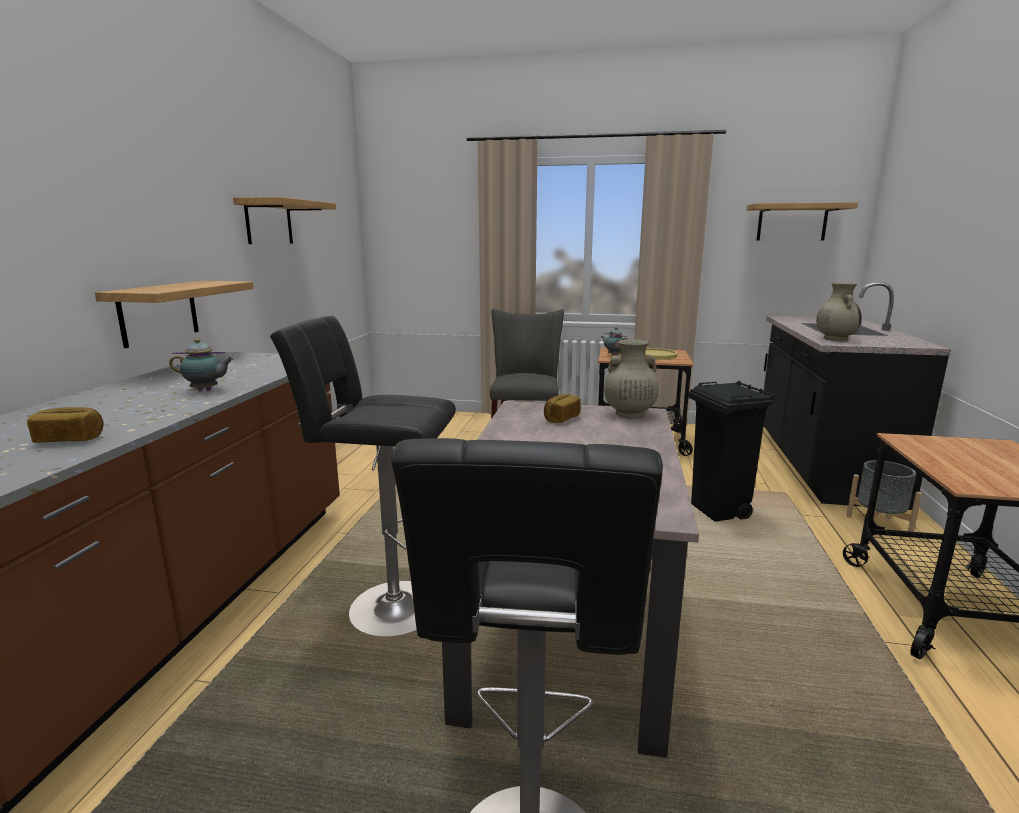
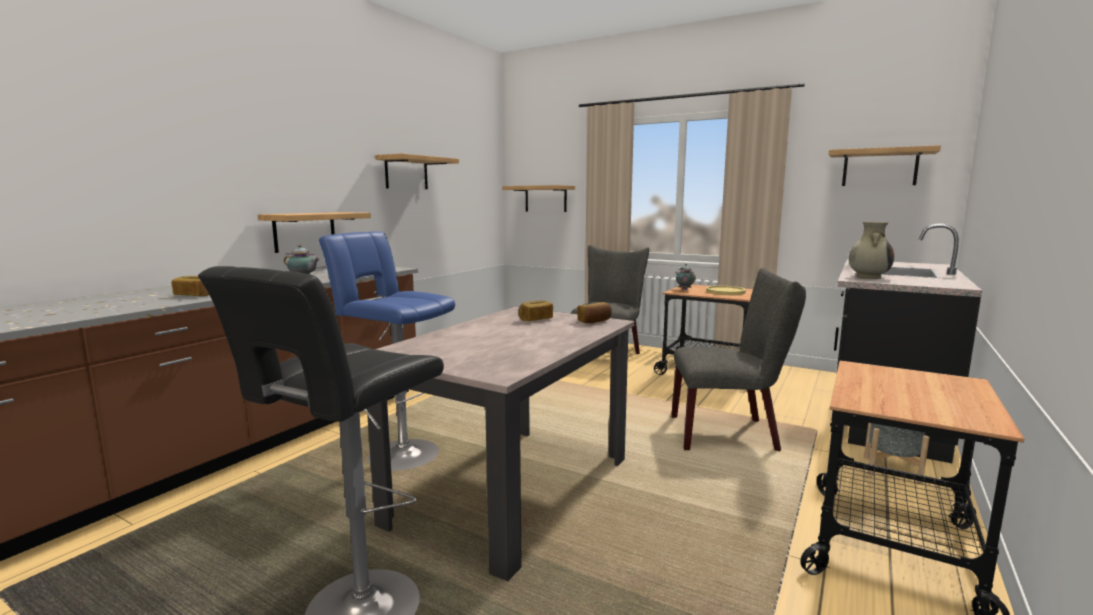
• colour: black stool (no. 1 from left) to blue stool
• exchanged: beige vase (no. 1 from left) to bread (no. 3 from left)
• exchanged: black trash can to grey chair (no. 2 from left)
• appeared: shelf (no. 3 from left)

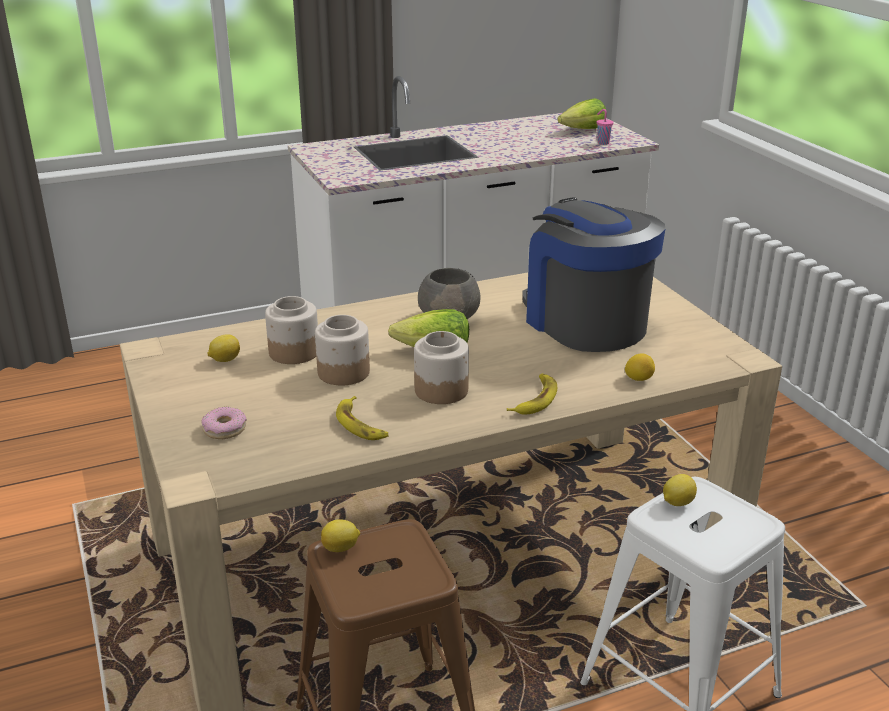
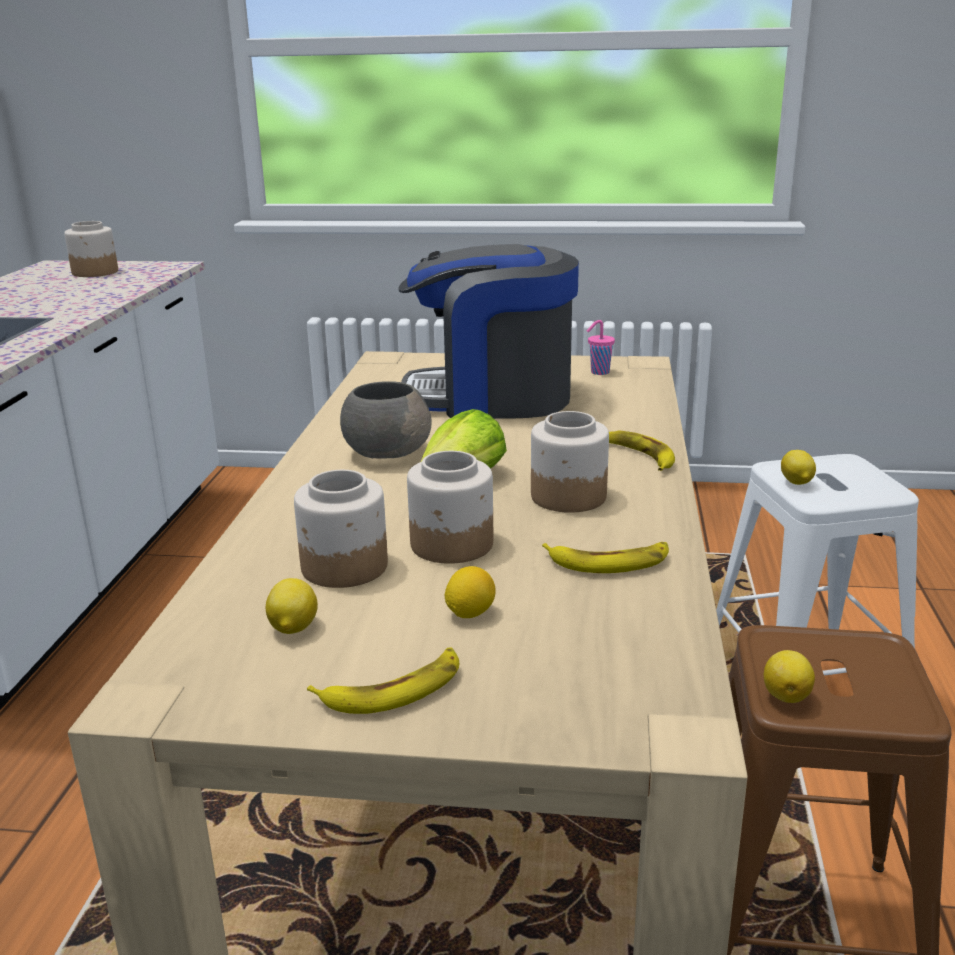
• missing: donut
• exchanged: lettuce (no. 2 from left) to jar (no. 1 from left)
• relocated: pink cup
• relocated: lemon (no. 3 from left in the first image) to lemon (no. 2 from left)
• appeared: banana (no. 1 from left)

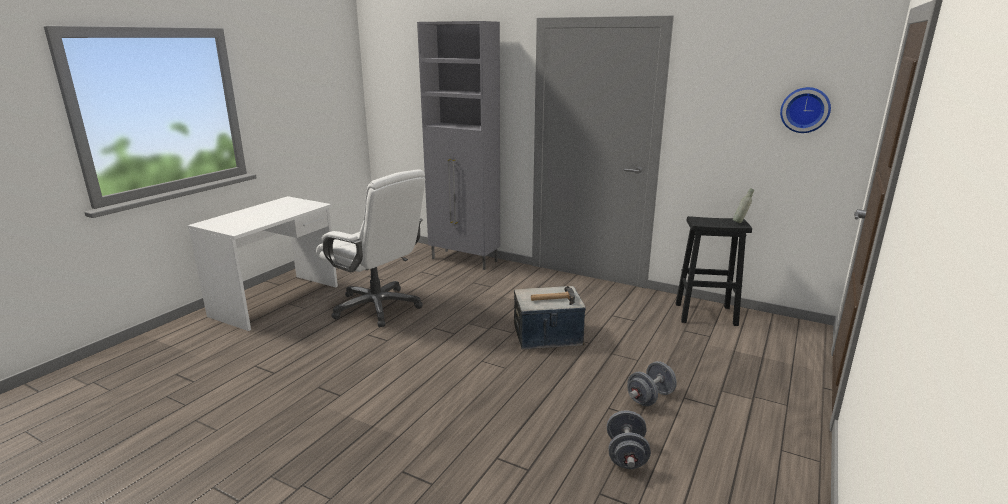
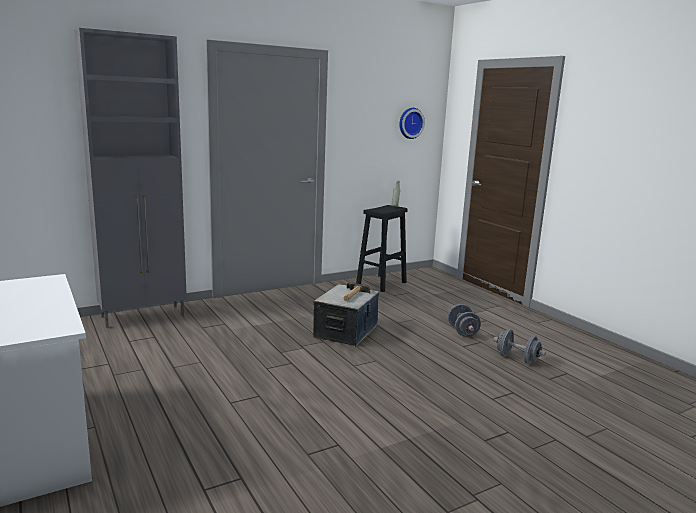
• missing: white office chair

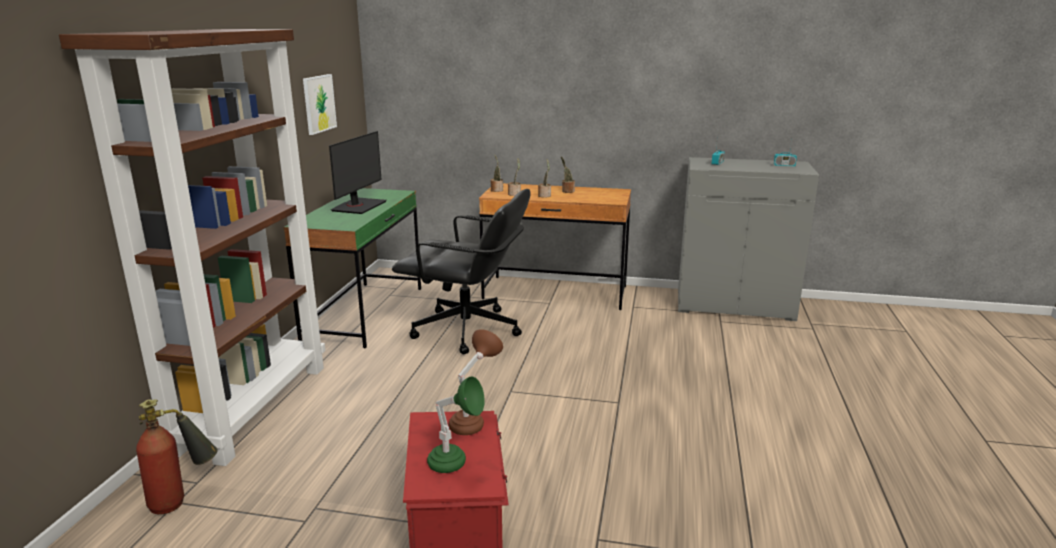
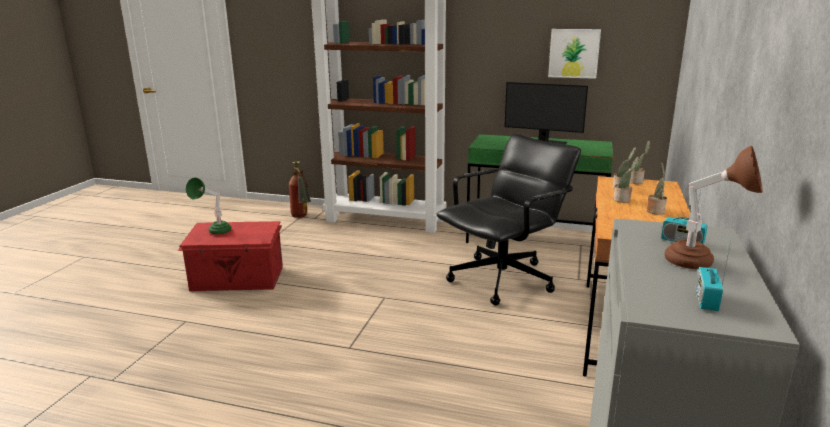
• spun: black office chair 150 degrees counterclockwise
• relocated: brown table lamp

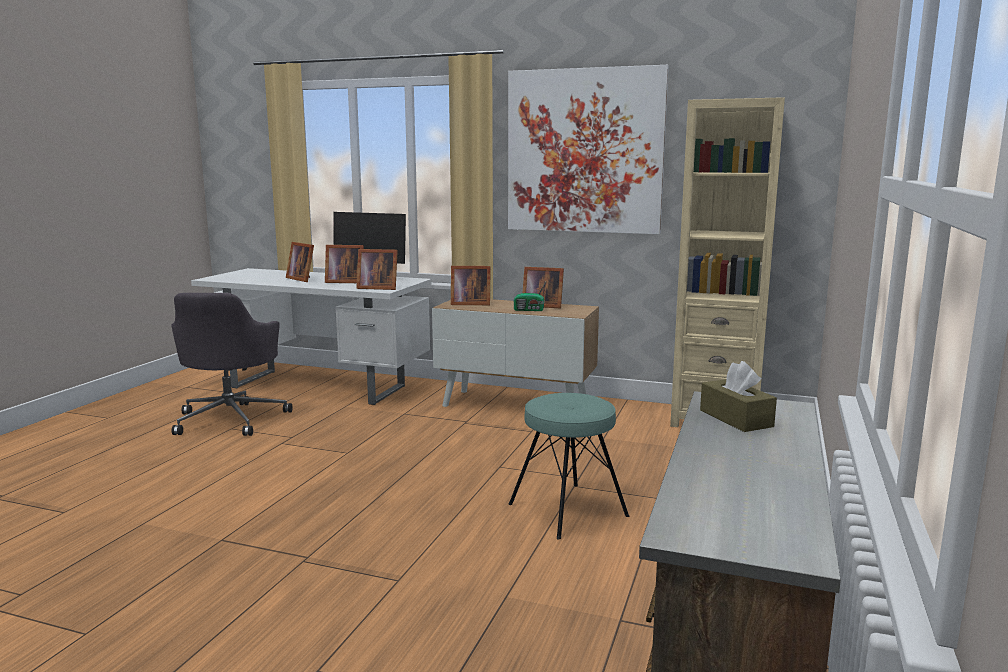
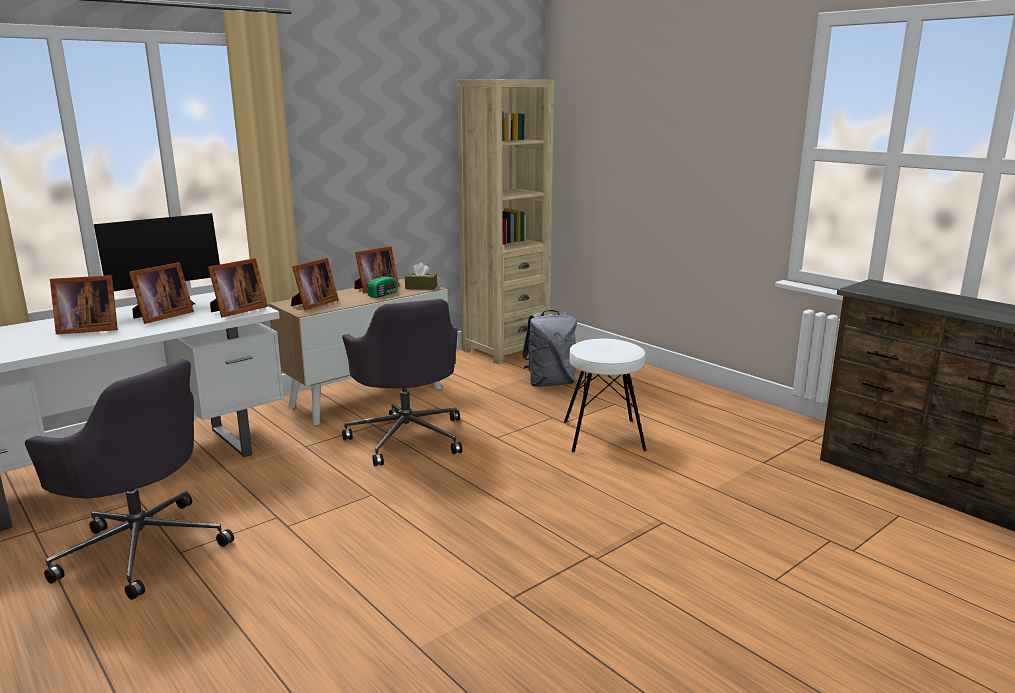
• missing: picture
• colour: turquoise stool to white stool
• relocated: brown tissue box
• appeared: grey office chair (no. 2 from left)
• appeared: grey backpack

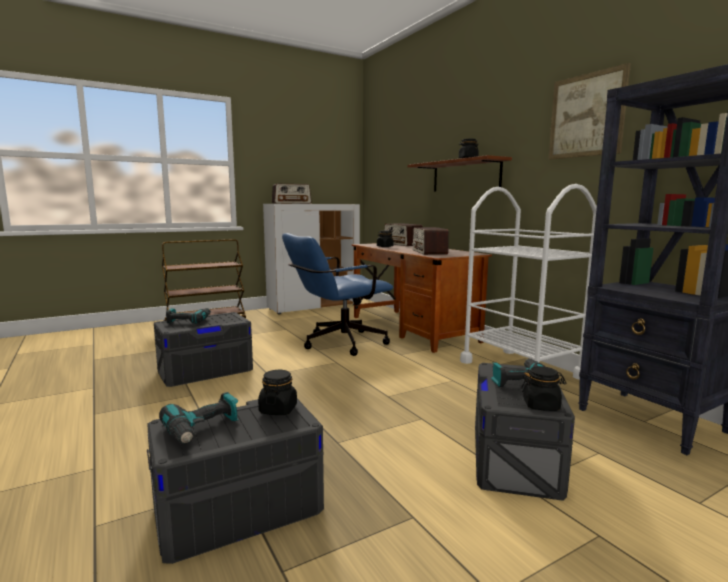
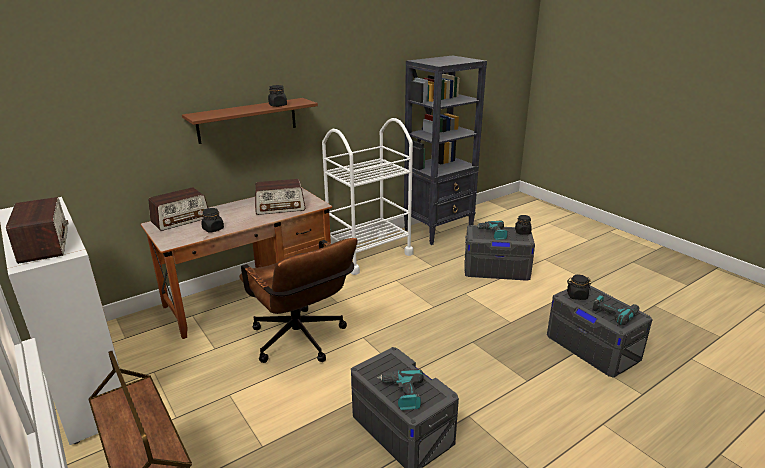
• colour: blue office chair to brown office chair
• missing: picture

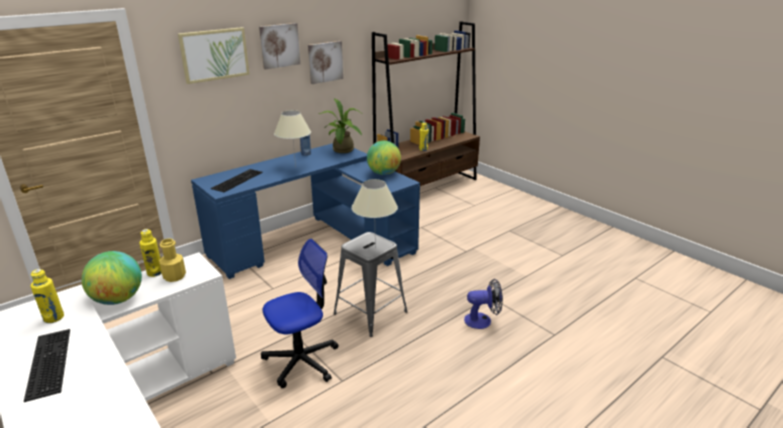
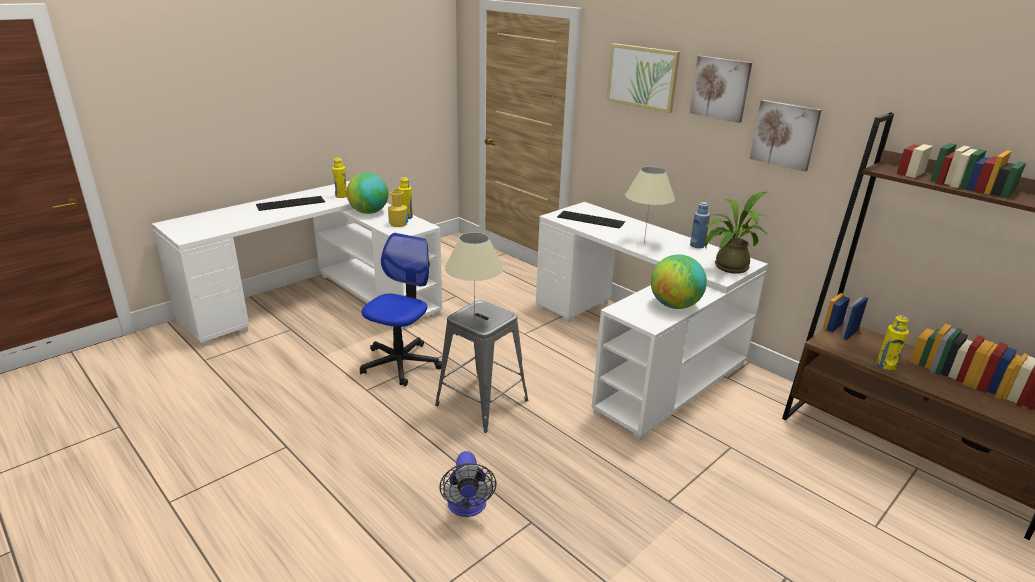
• colour: blue desk to white desk (no. 2 from left)
• spun: office chair 120 degrees counterclockwise

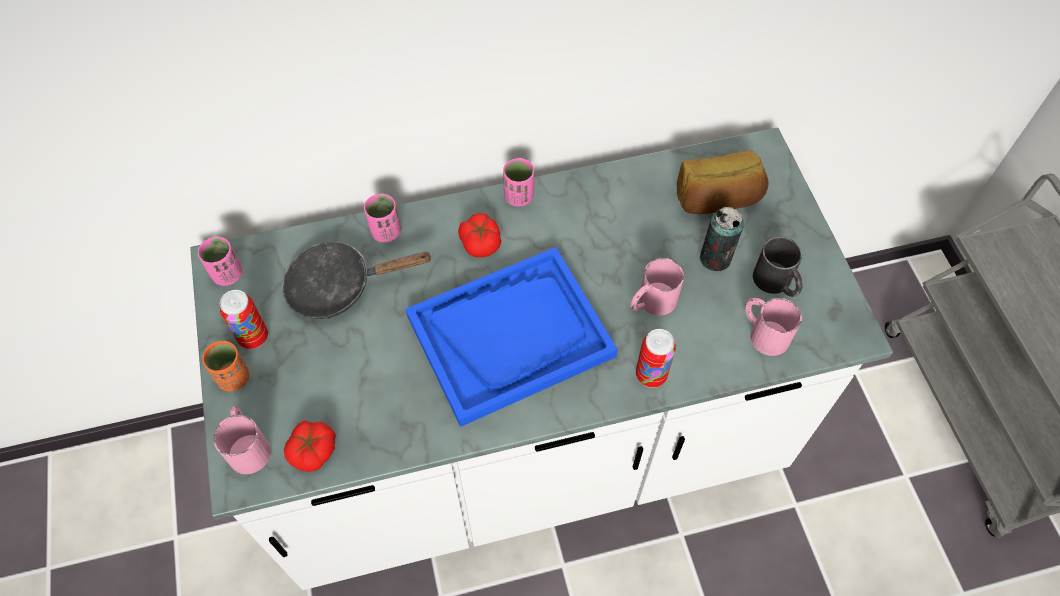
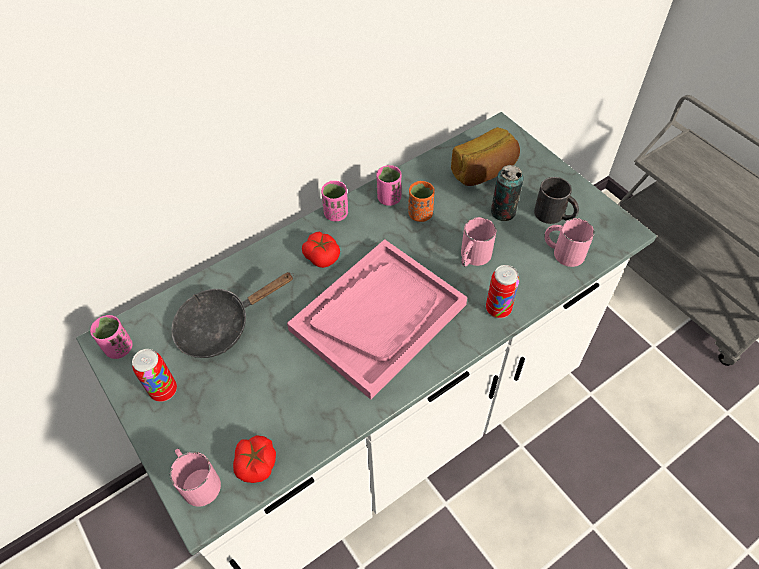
• relocated: orange cup
• relocated: pink cup (no. 2 from left in the first image) to pink cup (no. 3 from left)
• colour: blue tray to pink tray

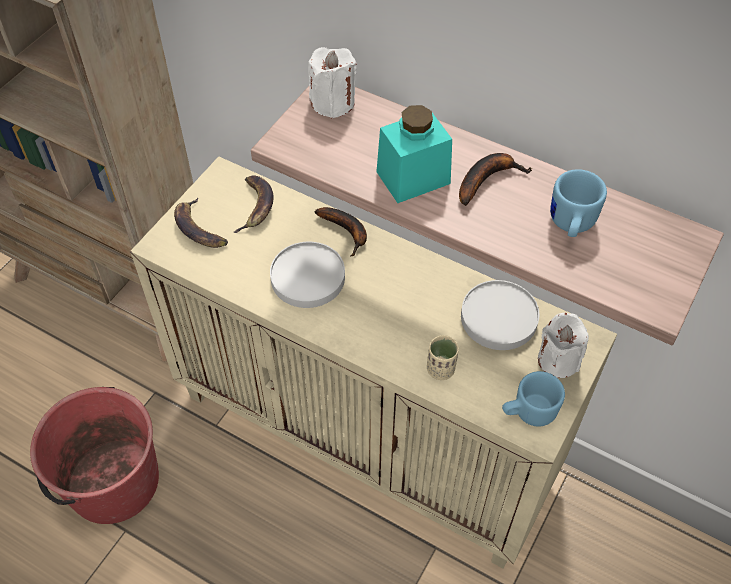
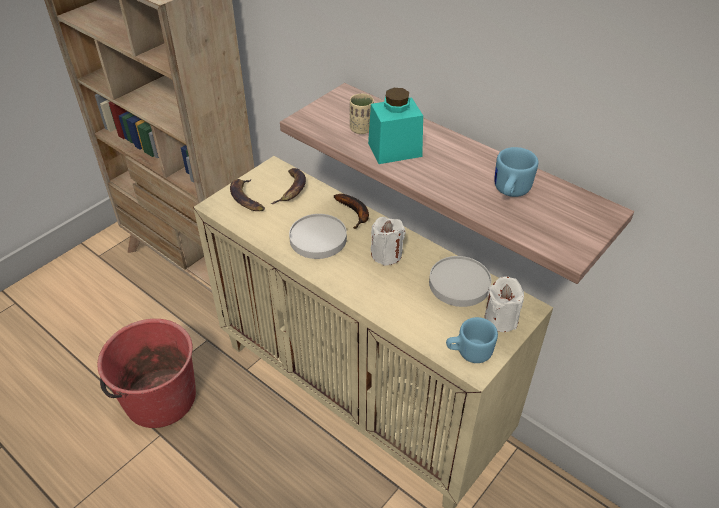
• relocated: white candle (no. 1 from left)
• relocated: beige cup
• missing: banana (no. 4 from left)

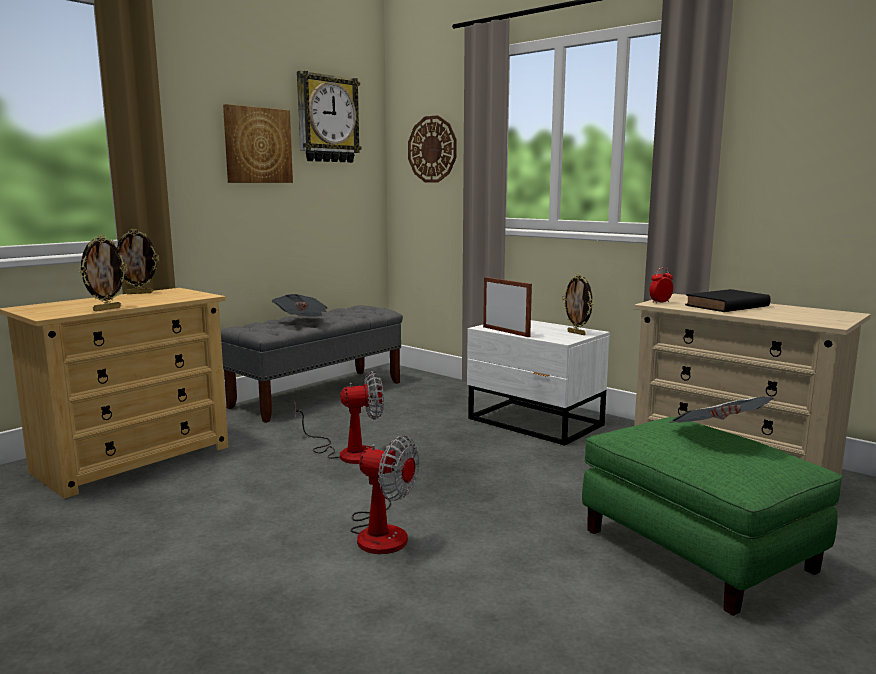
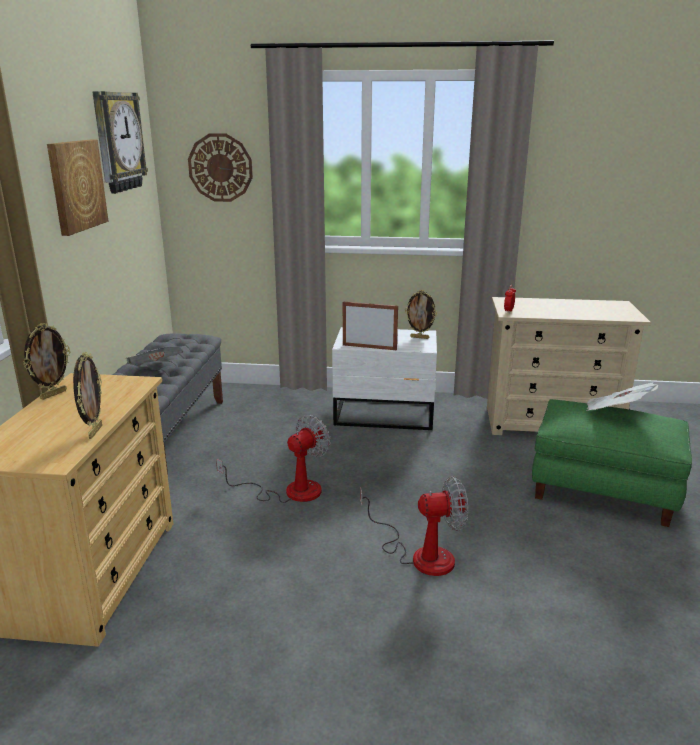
• missing: black book

